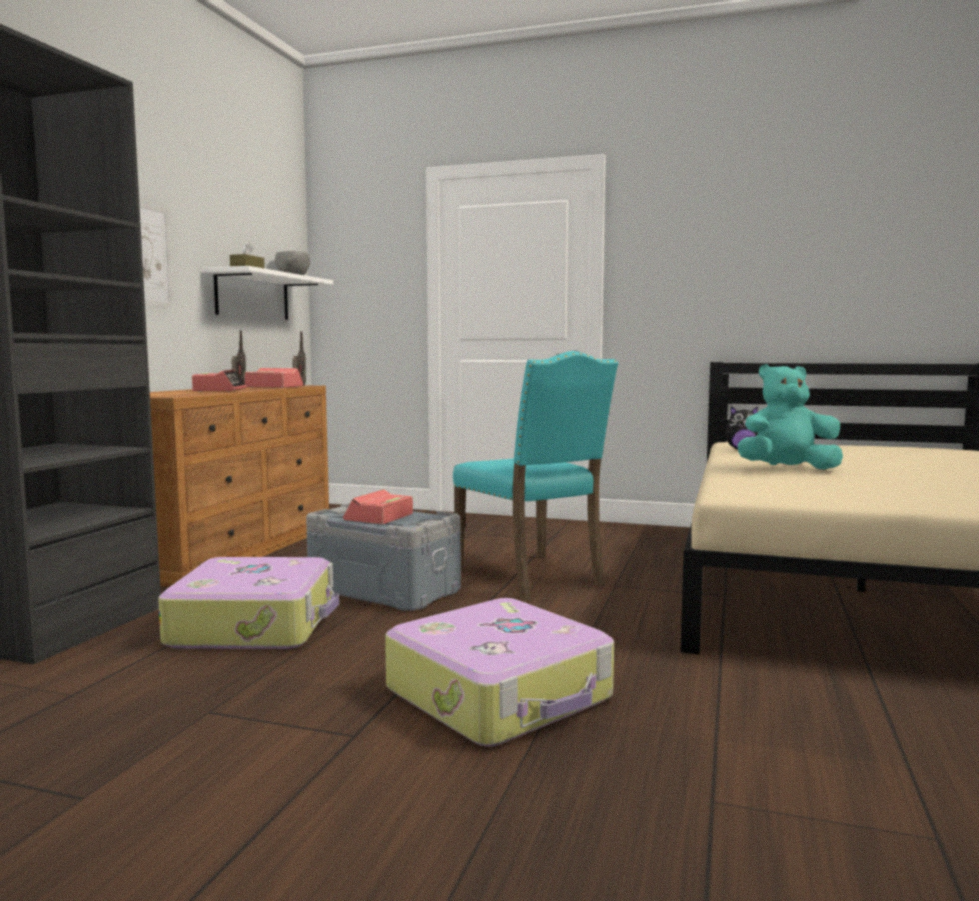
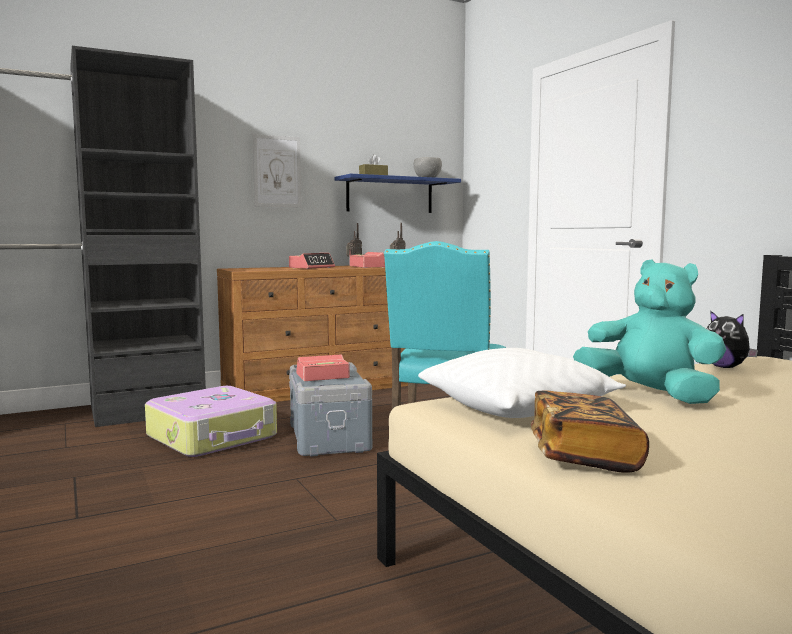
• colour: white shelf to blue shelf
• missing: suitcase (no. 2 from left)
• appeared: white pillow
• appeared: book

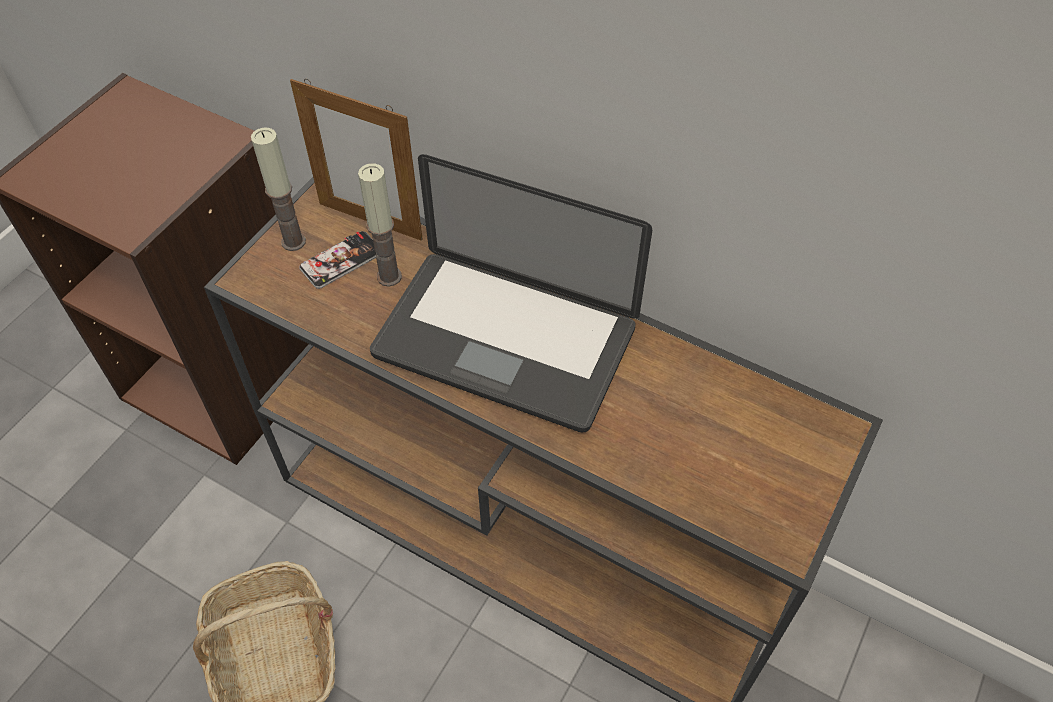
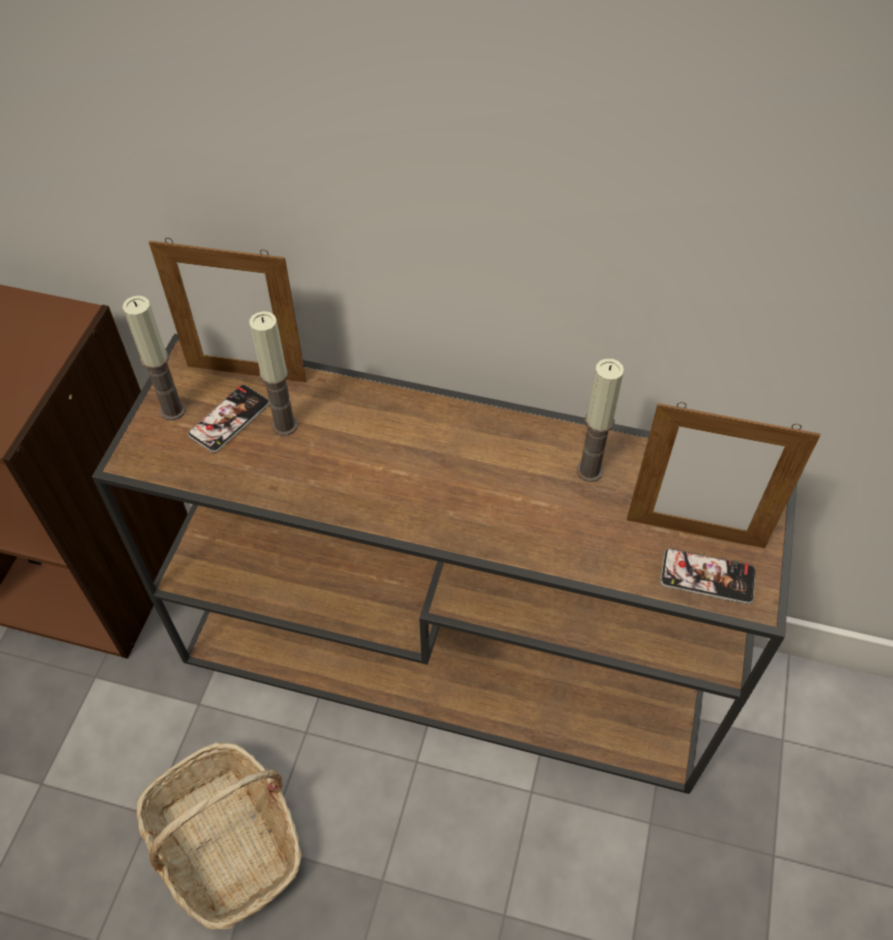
• missing: laptop
• appeared: candle (no. 3 from left)
• appeared: picture frame (no. 2 from left)
• appeared: phone (no. 2 from left)

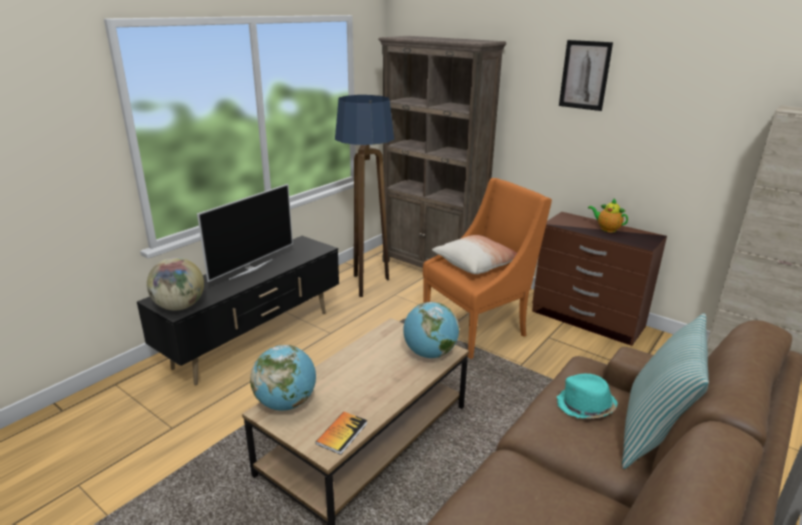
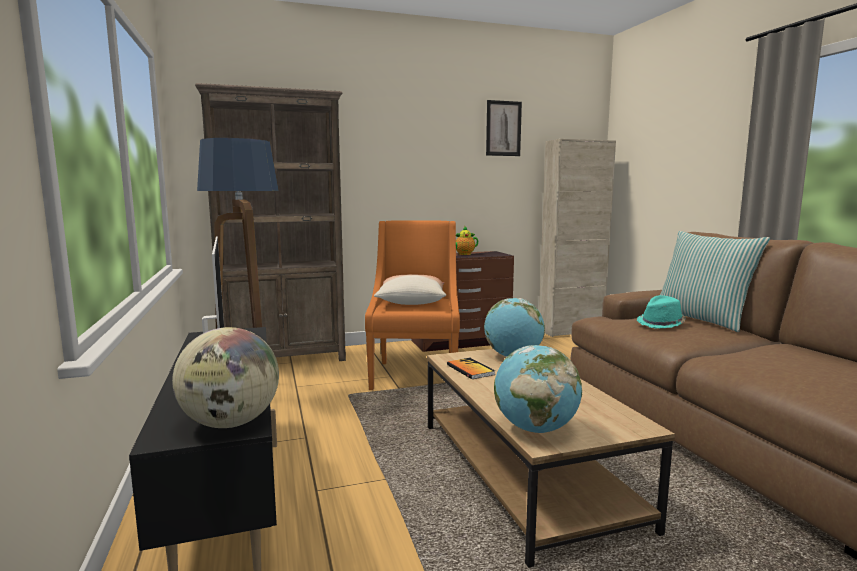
• relocated: book
• relocated: picture

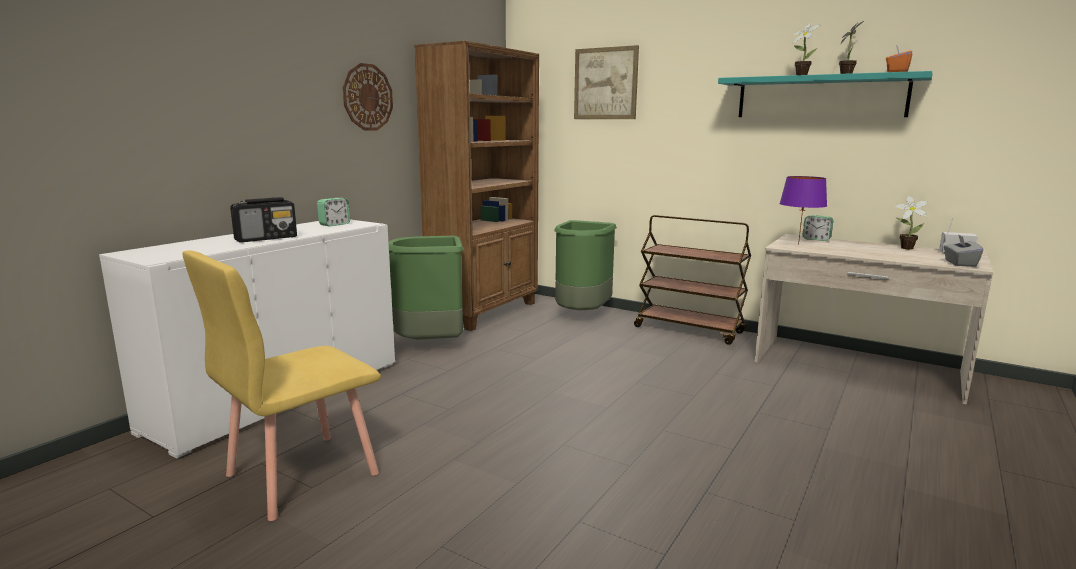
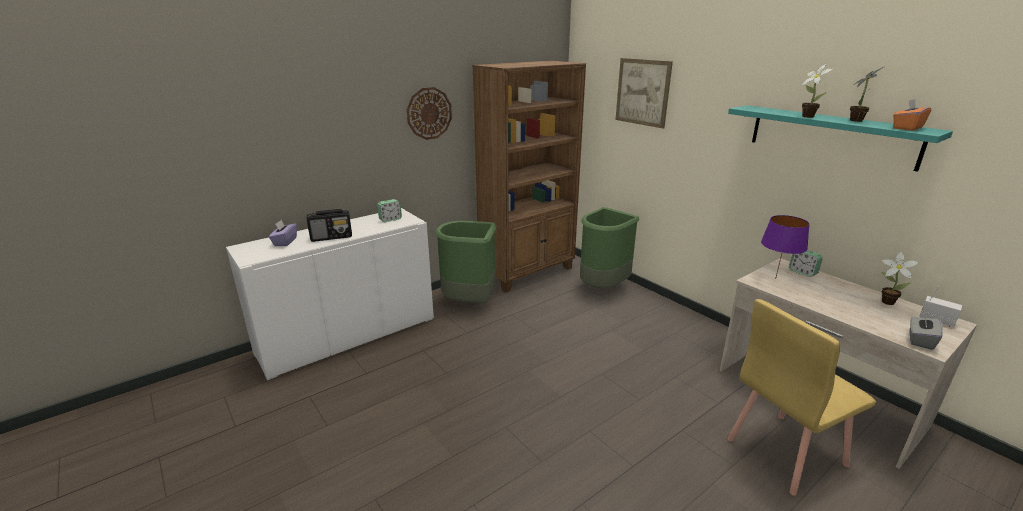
• relocated: yellow chair
• missing: brown cart
• appeared: purple tissue box

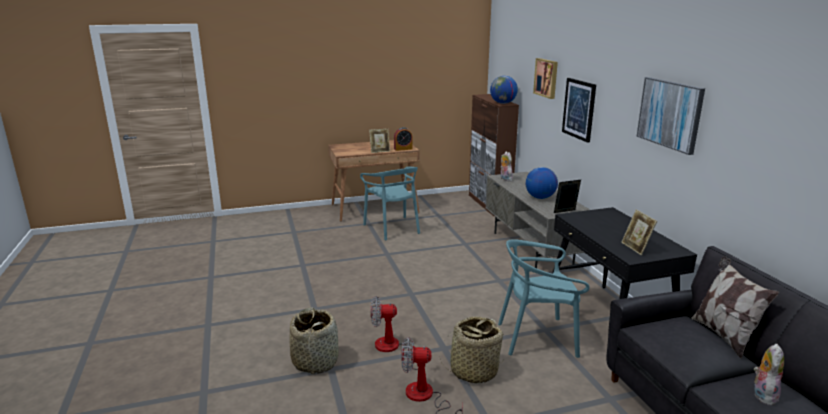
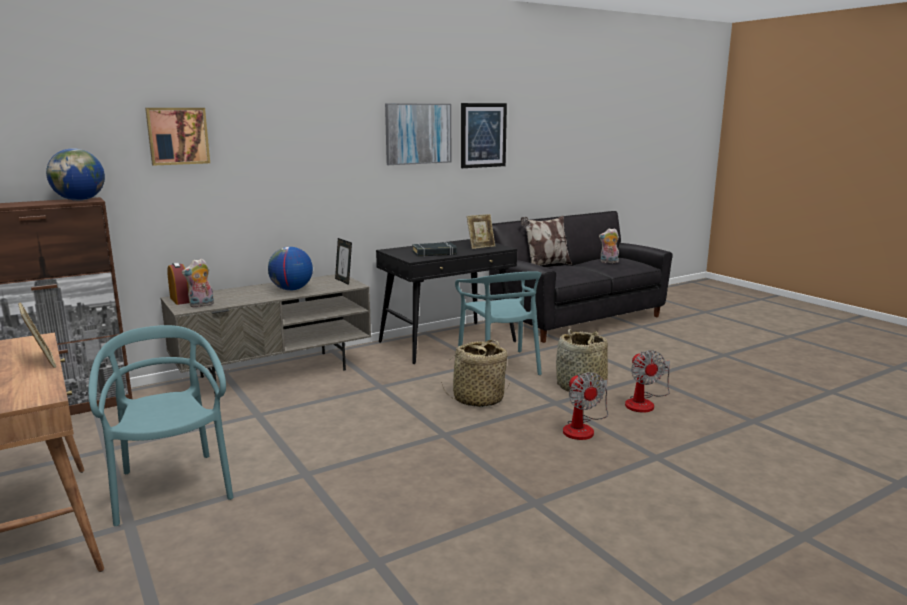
• relocated: basket (no. 1 from left)
• spun: turquoise chair (no. 1 from left) 75 degrees counterclockwise
• relocated: alarm clock
• relocated: picture (no. 2 from left in the first image) to picture (no. 3 from left)
• appeared: black book

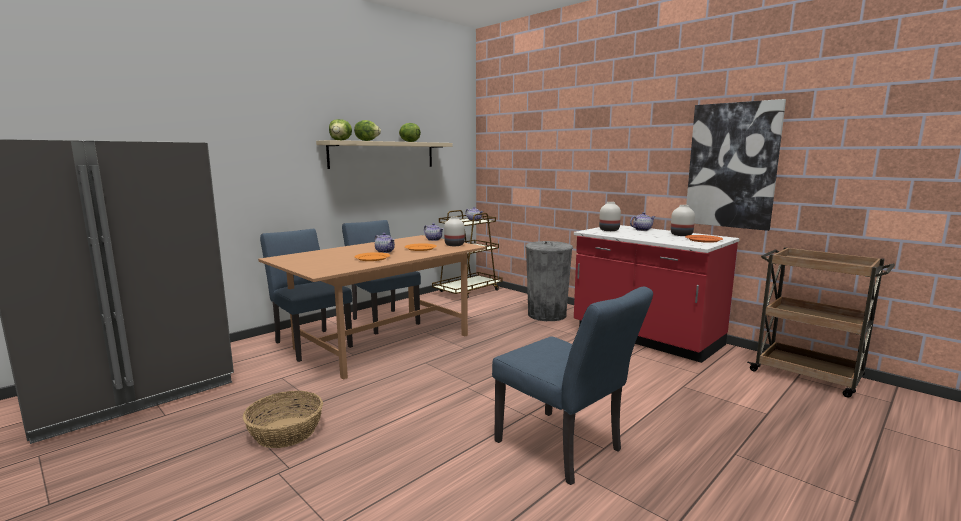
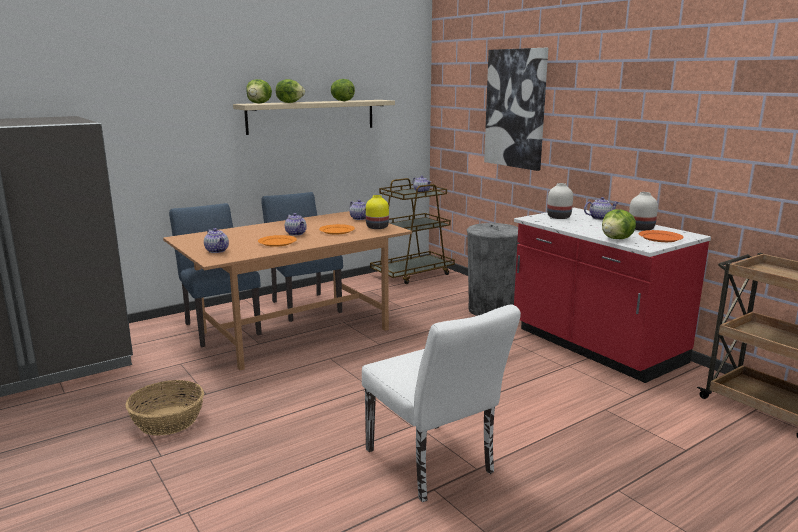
• colour: white vase (no. 1 from left) to yellow vase
• colour: blue chair (no. 3 from left) to white chair
• relocated: picture
• appeared: teapot (no. 1 from left)
• appeared: lettuce (no. 4 from left)

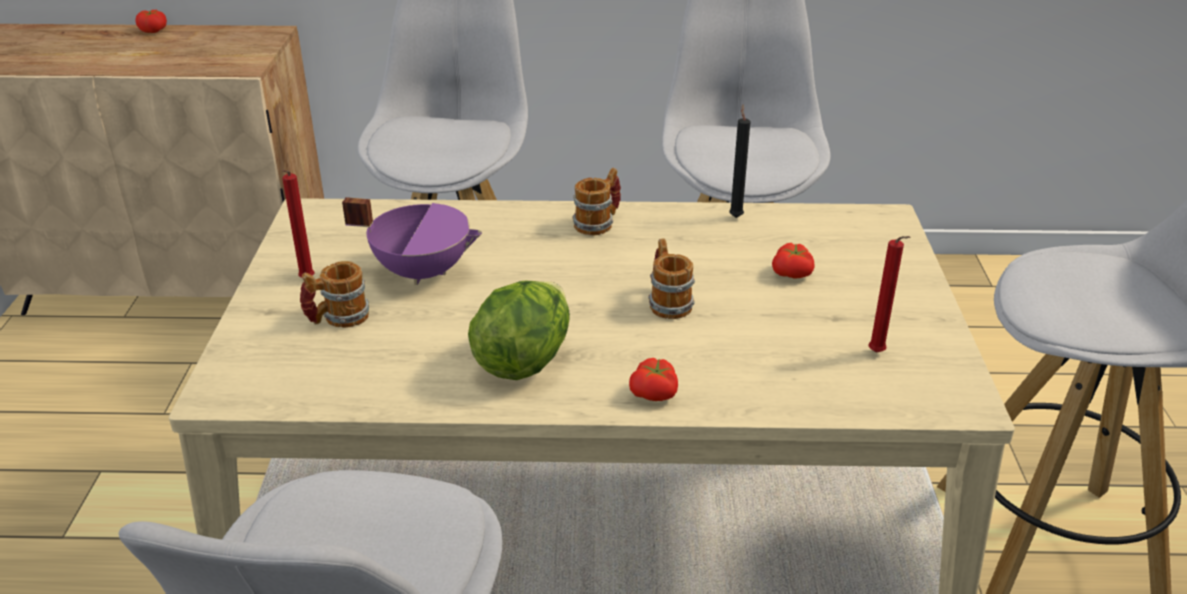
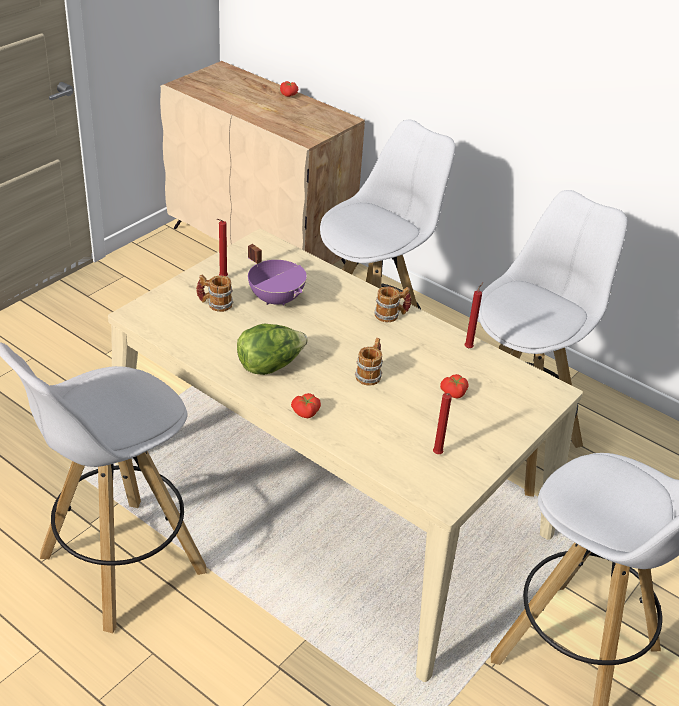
• colour: black candle to red candle (no. 3 from left)

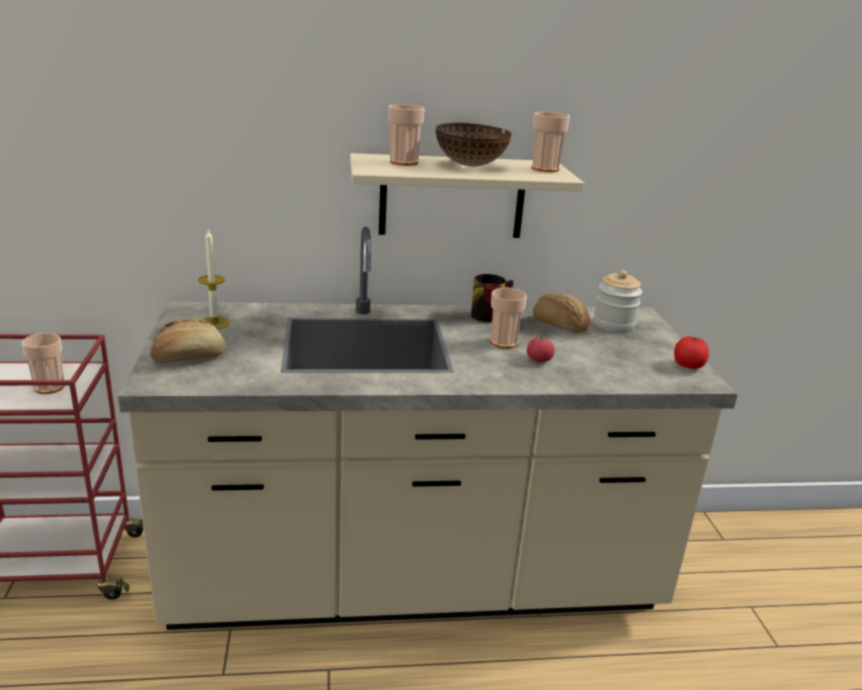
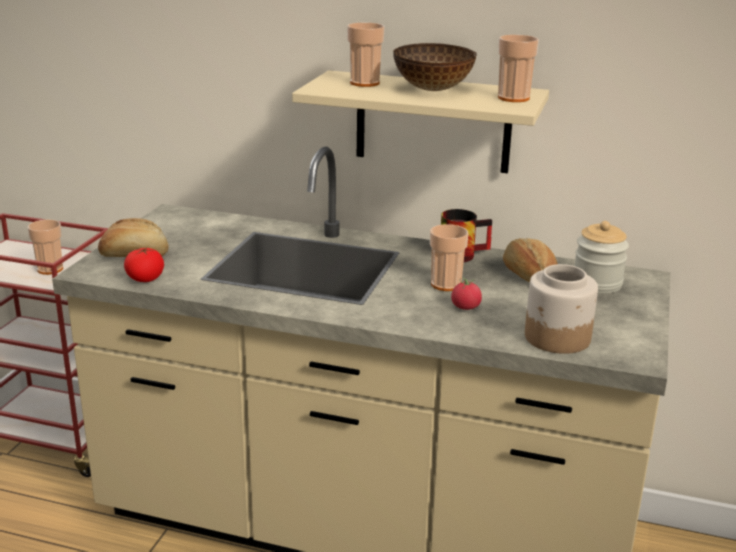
• missing: candle
• relocated: tomato (no. 2 from left in the first image) to tomato (no. 1 from left)
• appeared: jar (no. 1 from left)

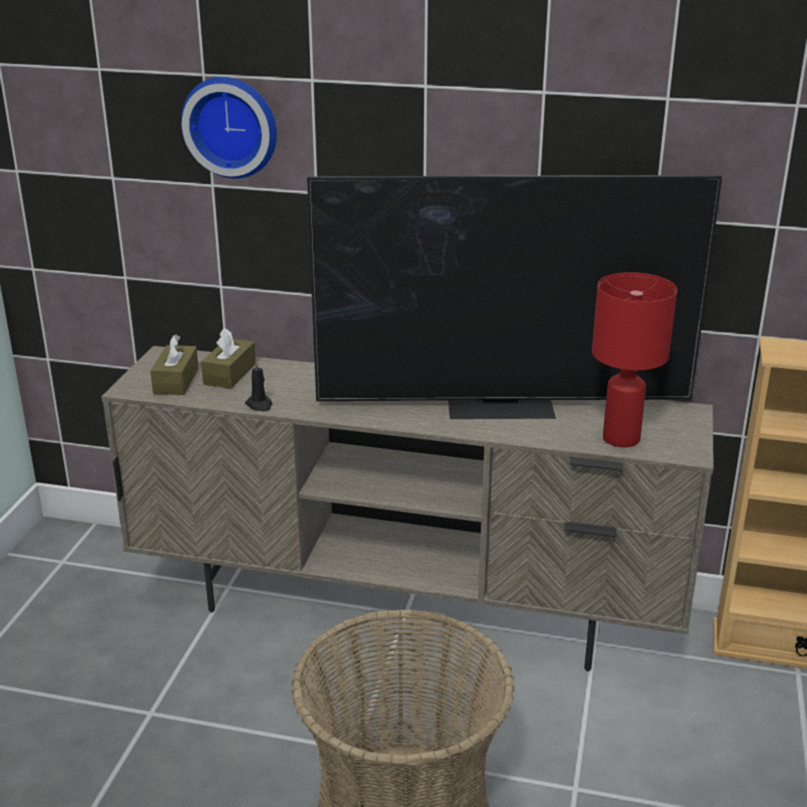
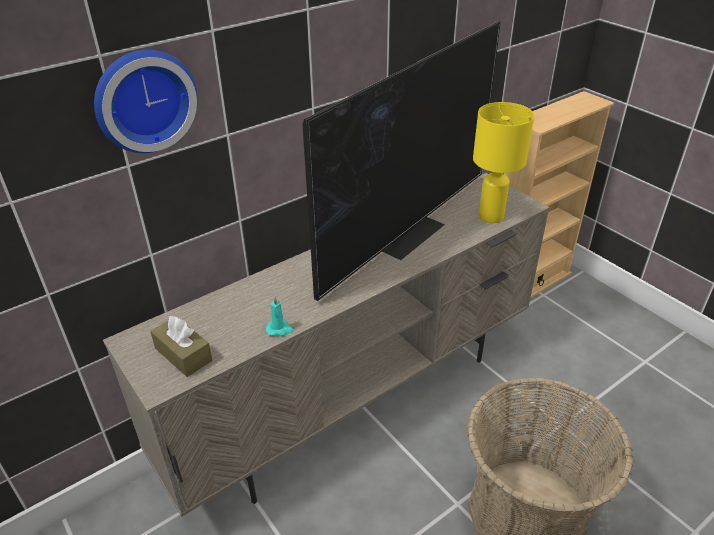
• missing: brown tissue box (no. 2 from left)
• colour: black candle to turquoise candle
• colour: red table lamp to yellow table lamp

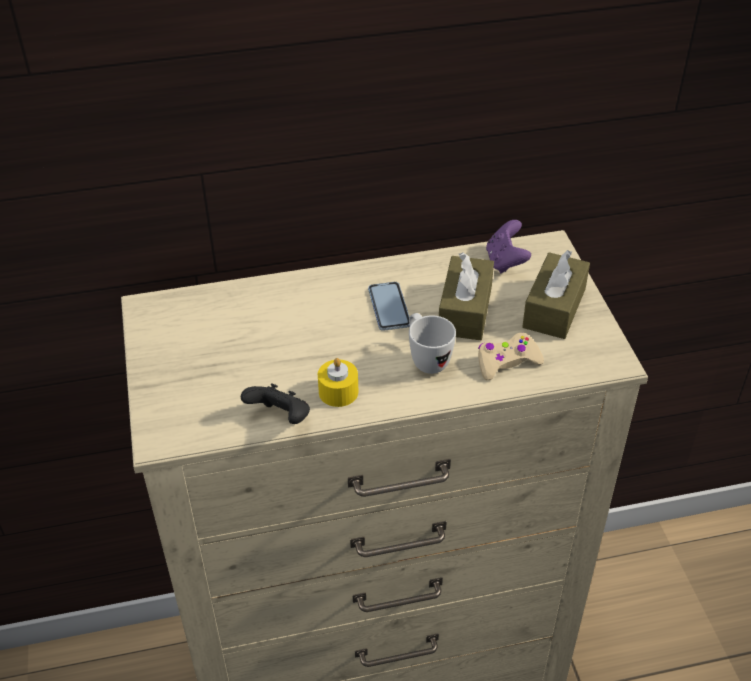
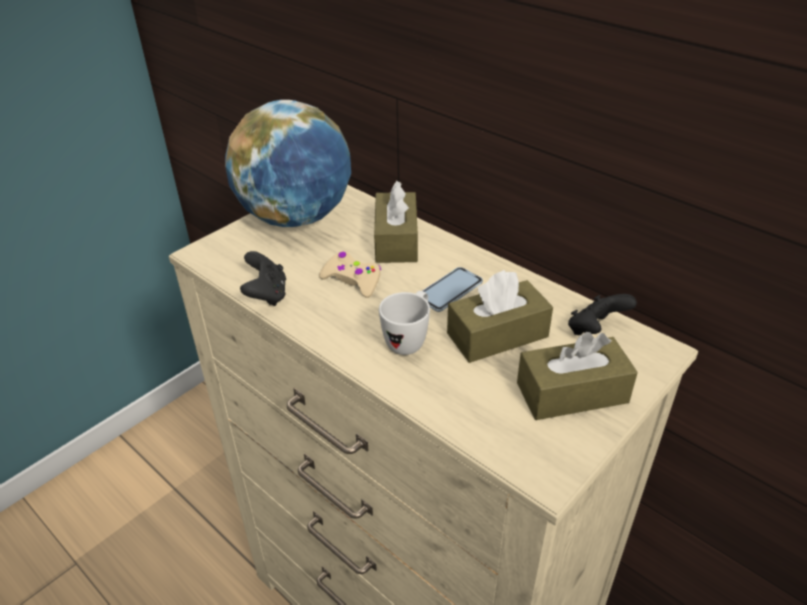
• missing: yellow candle
• relocated: beige game controller
• colour: purple game controller to black game controller (no. 2 from left)
• appeared: globe
• appeared: brown tissue box (no. 1 from left)

